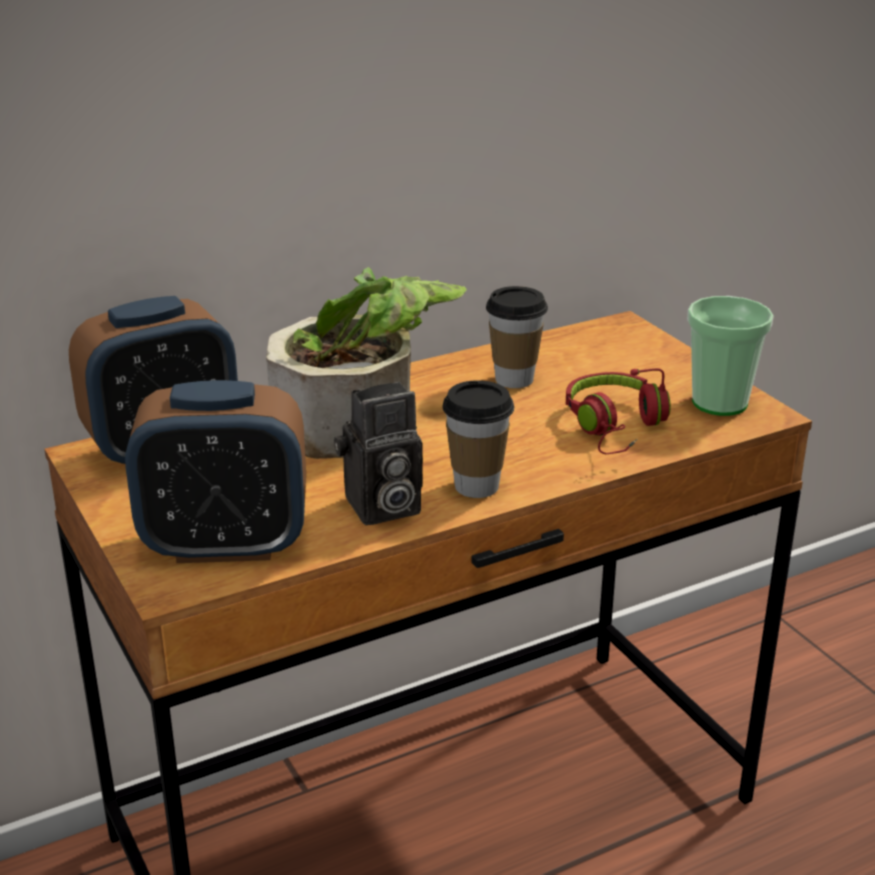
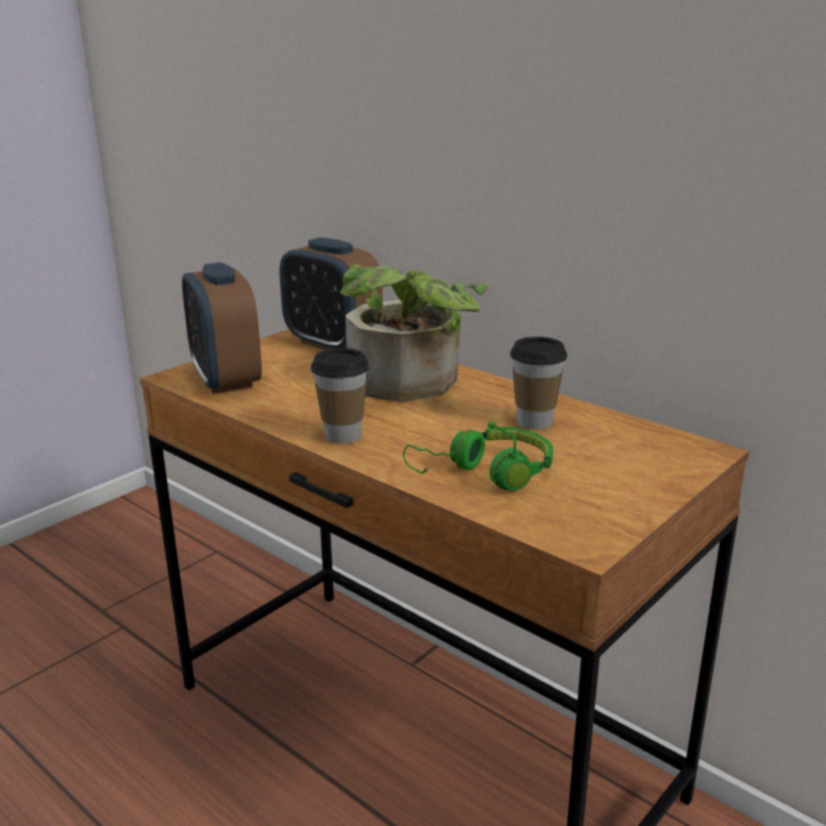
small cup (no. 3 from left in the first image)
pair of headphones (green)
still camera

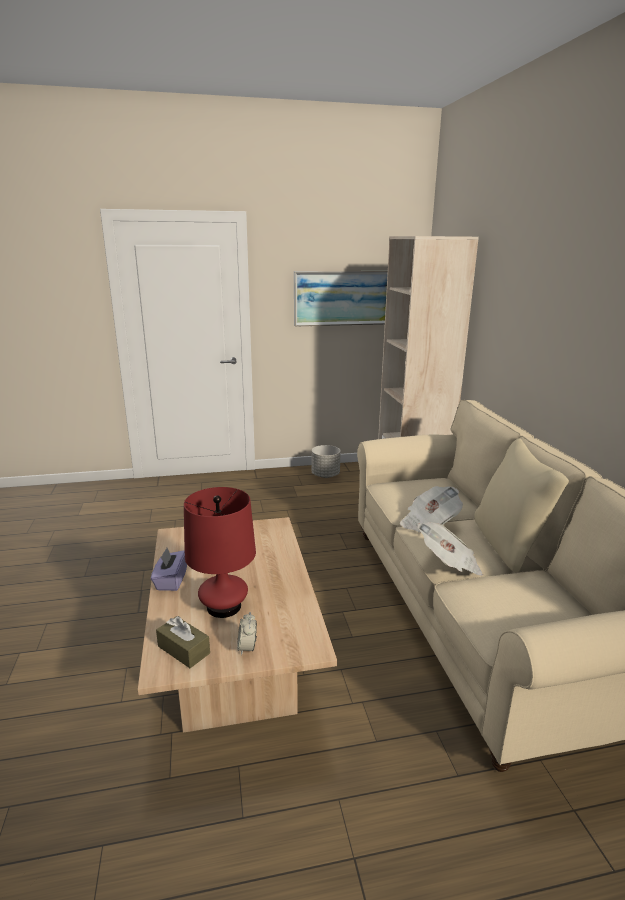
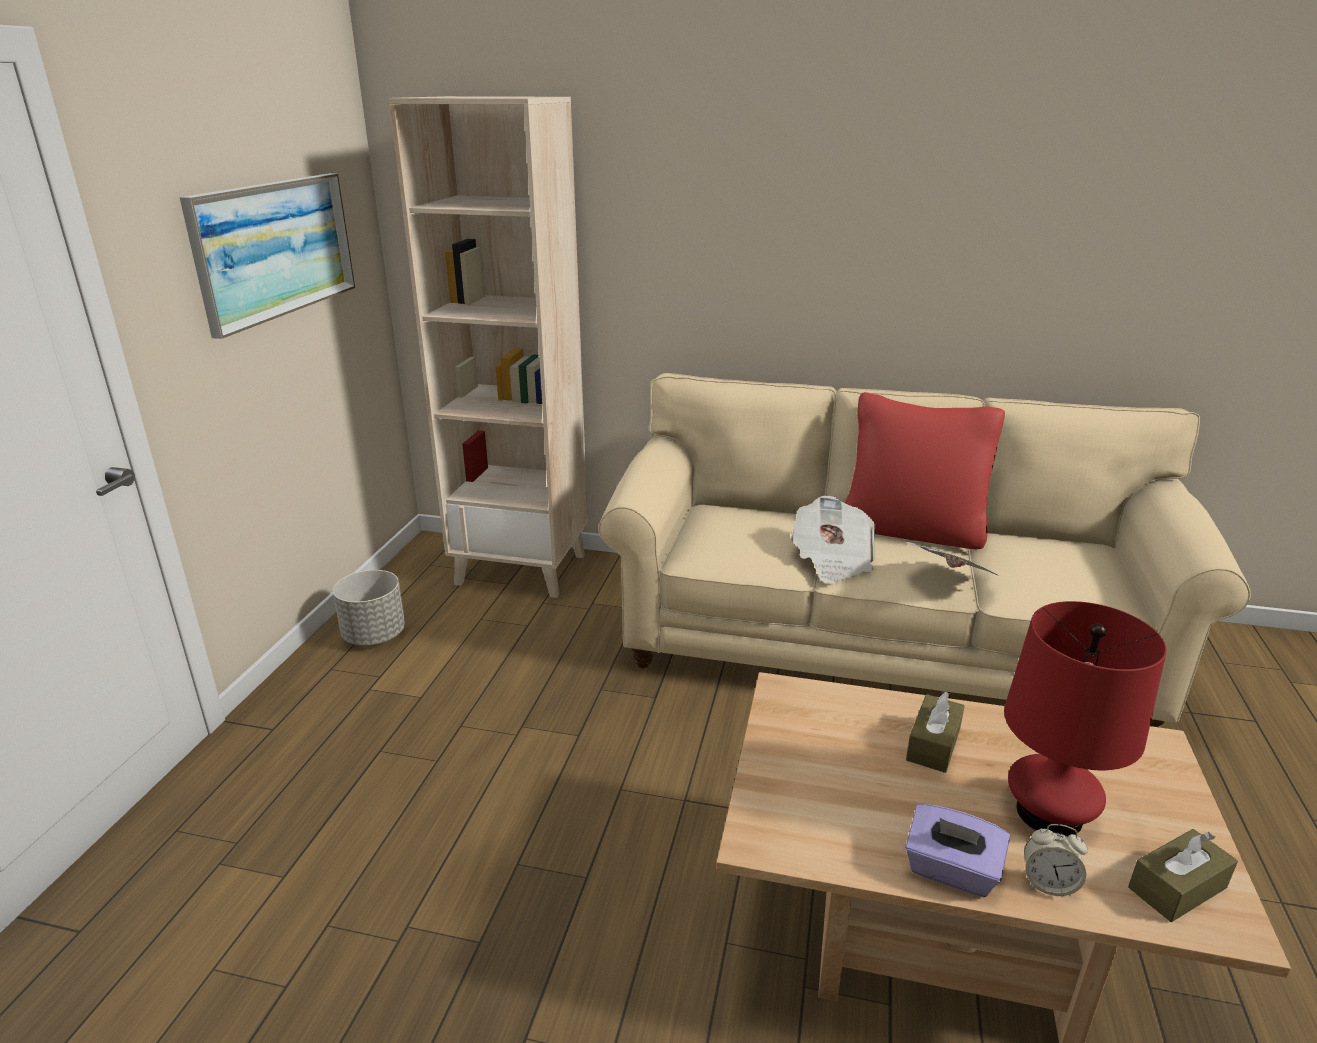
throw pillow (red-coloured)
alarm clock
tissue box (brown) (no. 1 from left)

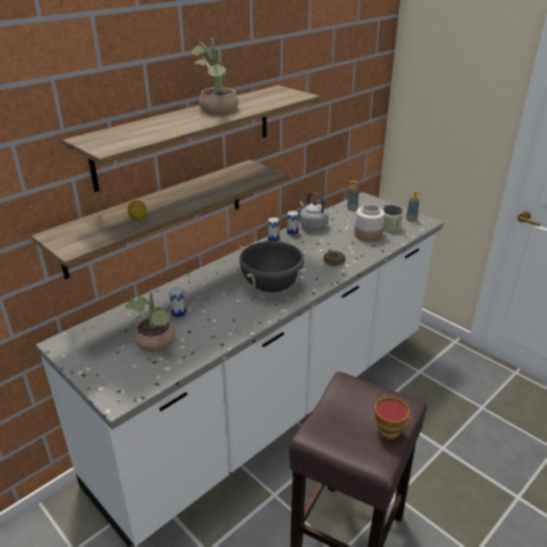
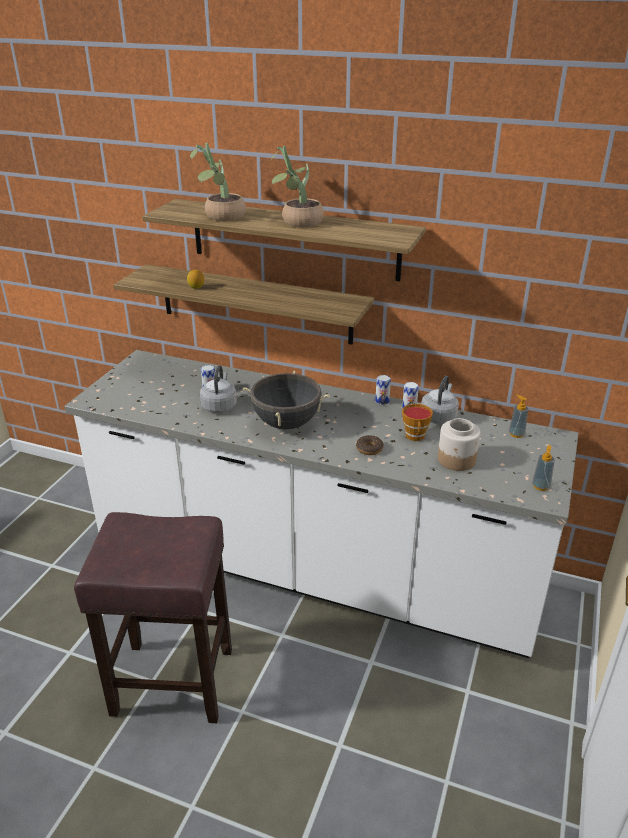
storage jar (no. 2 from left in the first image)
houseplant (no. 1 from left)
small cup
kettle (gray) (no. 1 from left)

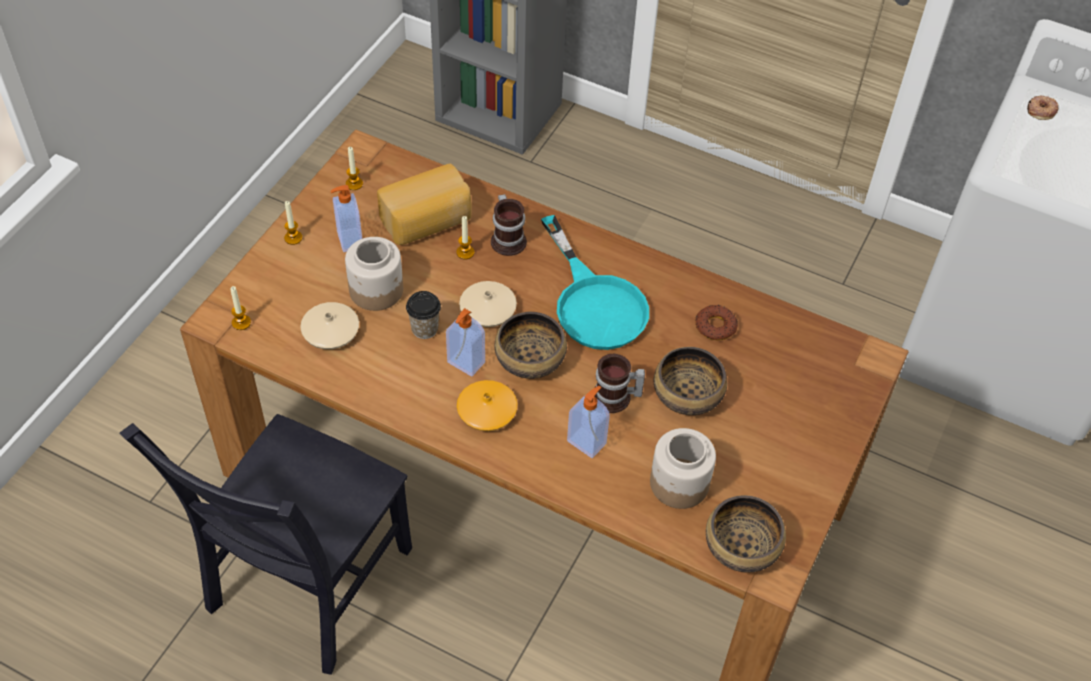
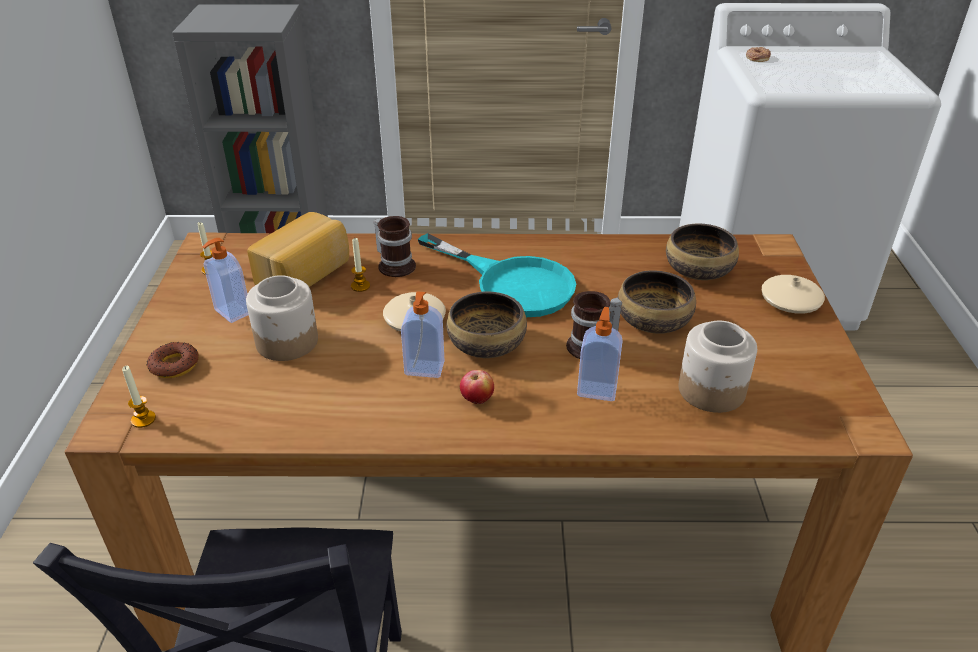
wax candle (no. 2 from left in the first image)
small cup
decorative vase (sand-coloured) (no. 2 from left)
donut (no. 1 from left)
whole apple
deep dish (no. 3 from left)

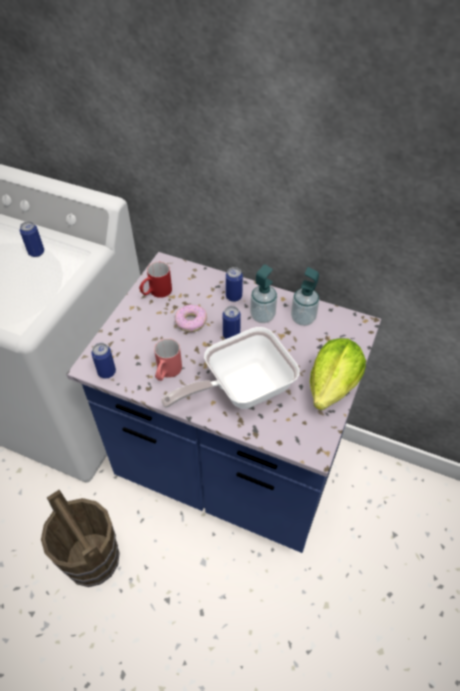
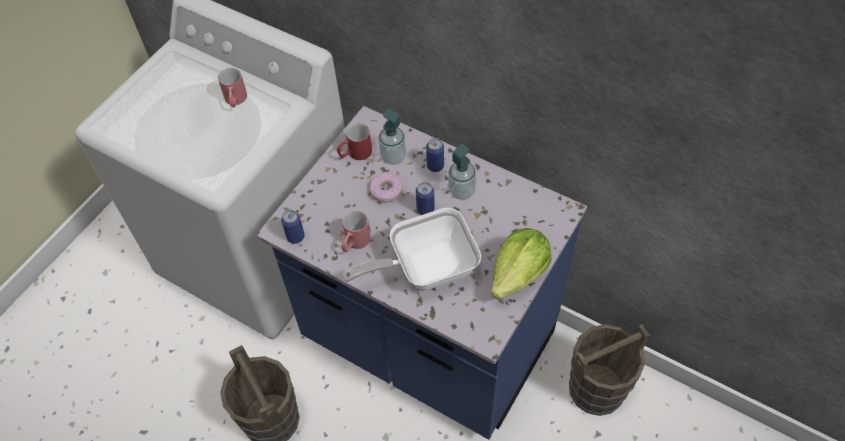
mug (red-coloured) (no. 1 from left)
soap dispenser (no. 1 from left)
water bucket (brown) (no. 2 from left)

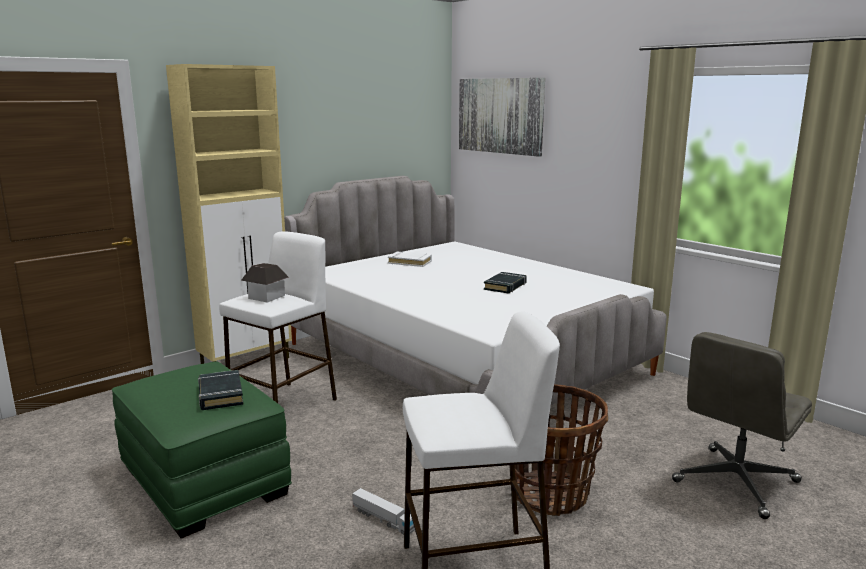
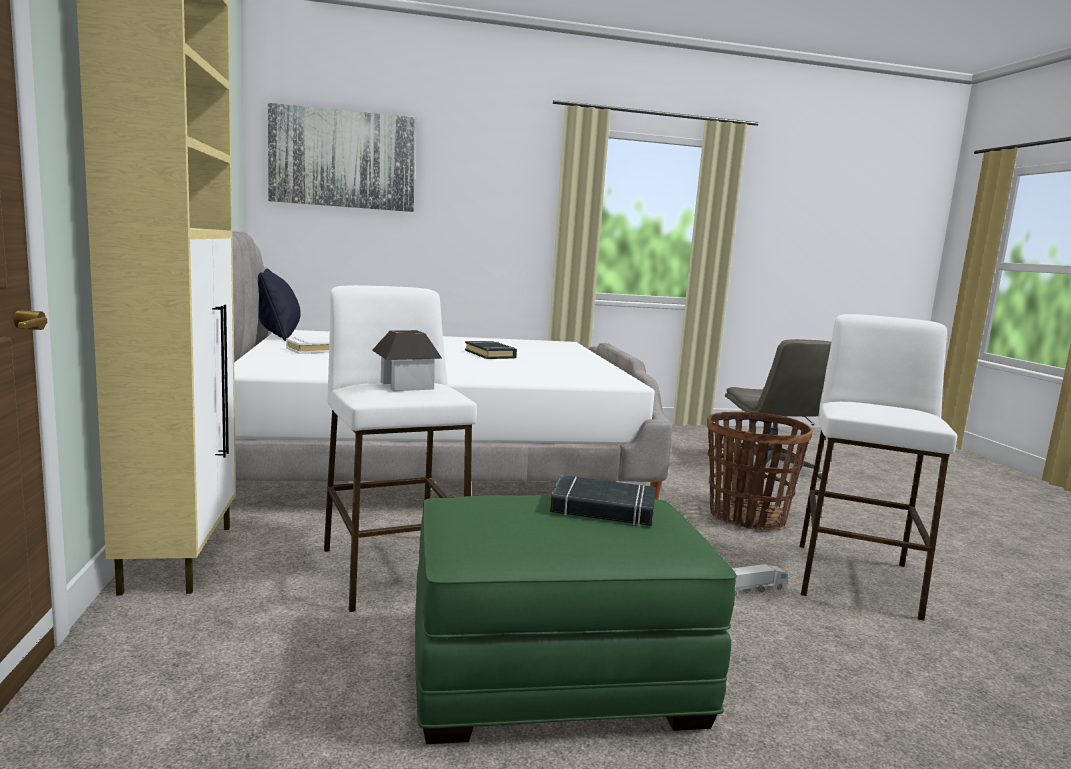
throw pillow (blackish)

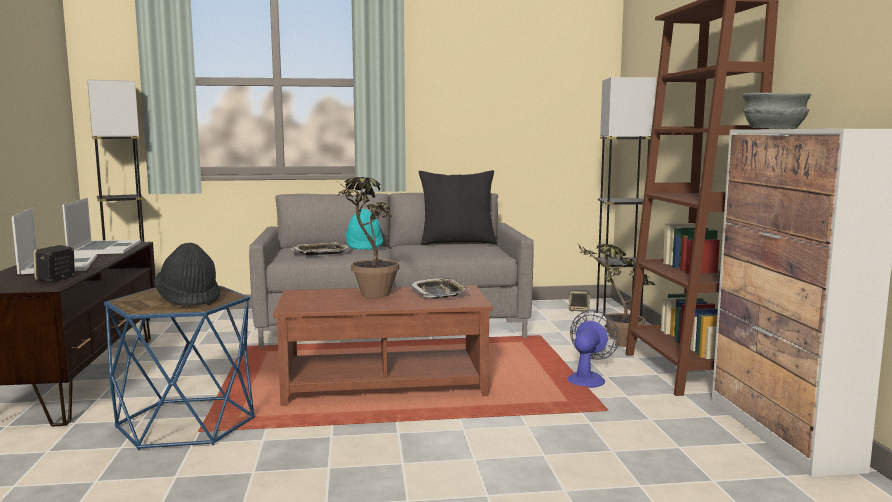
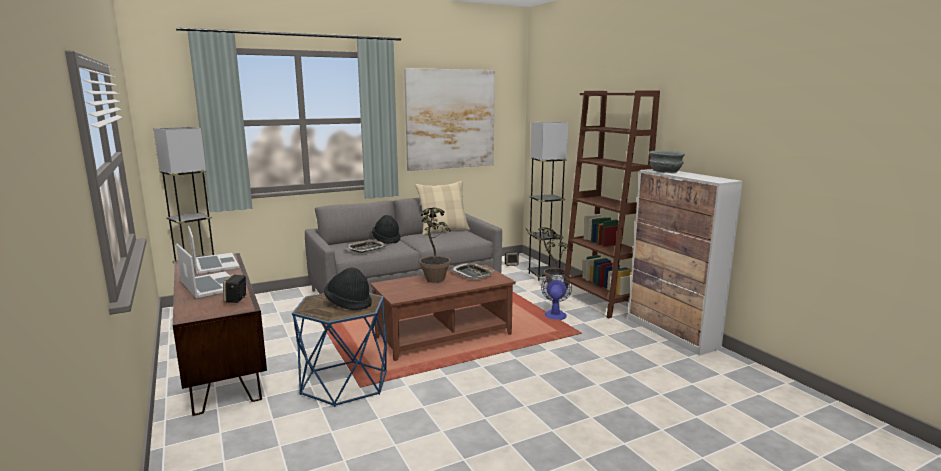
throw pillow (sand-coloured)
hat (blackish) (no. 2 from left)
picture

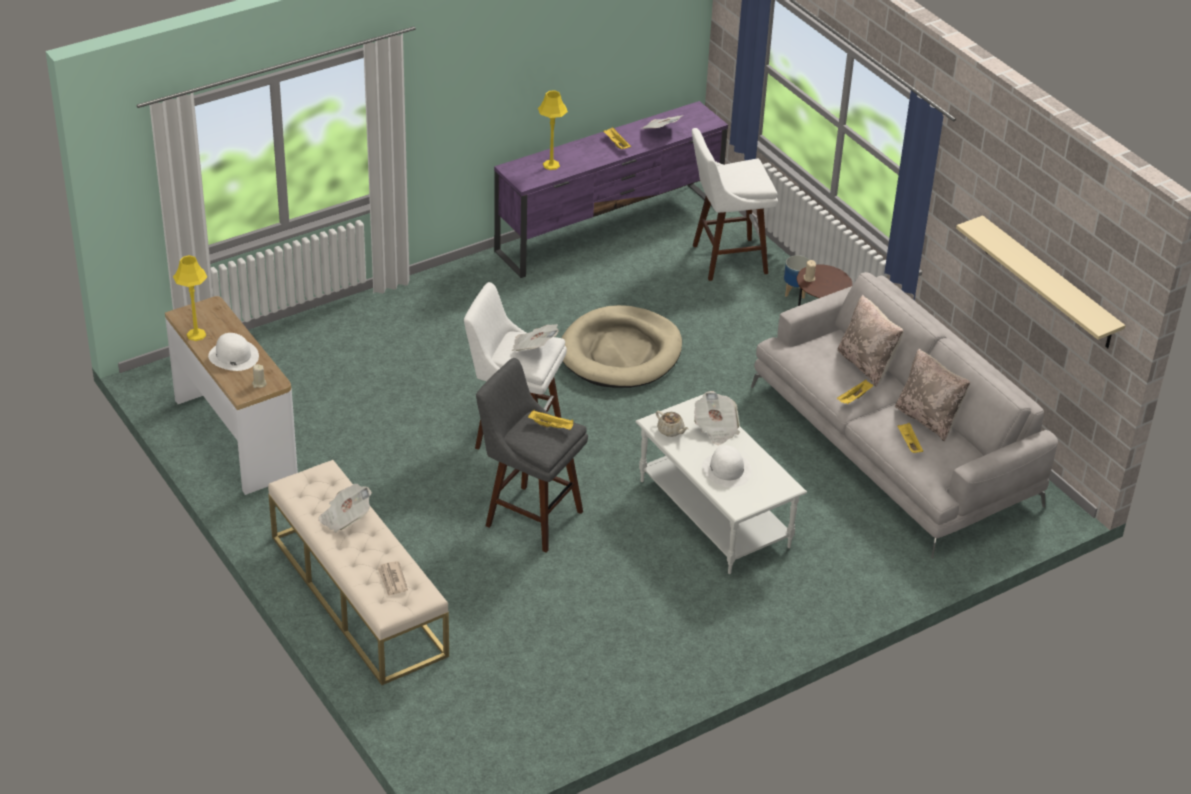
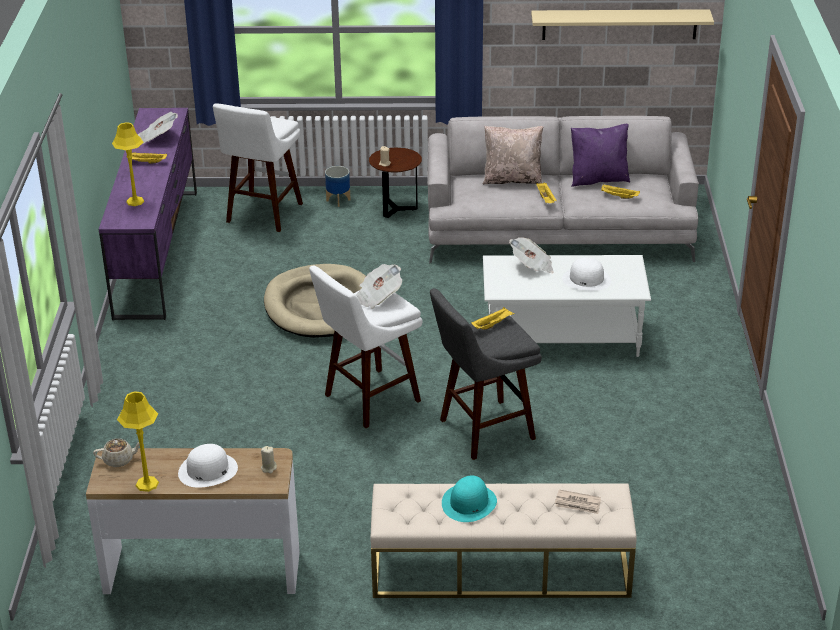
throw pillow (purplish)
pot for tea (sand-coloured)
hat (turquoise)

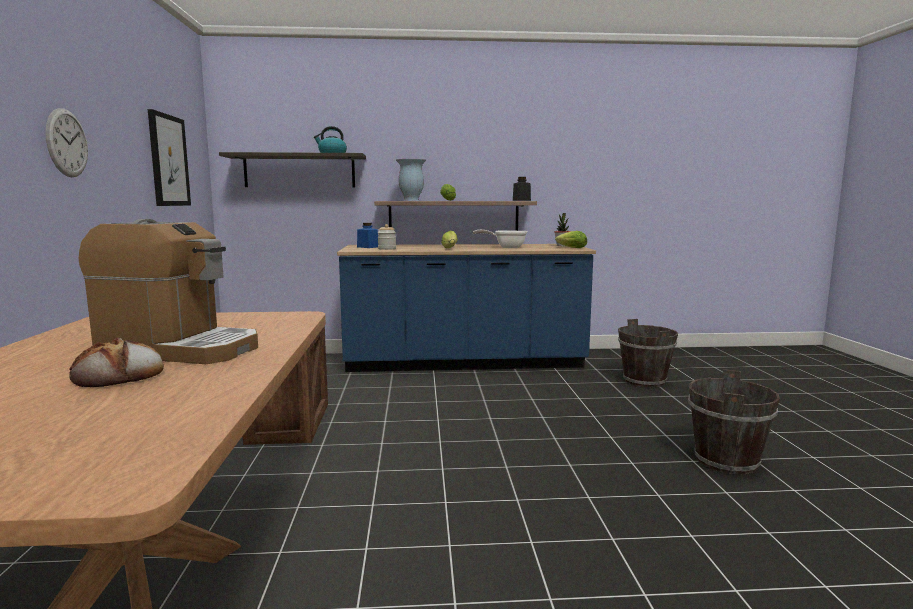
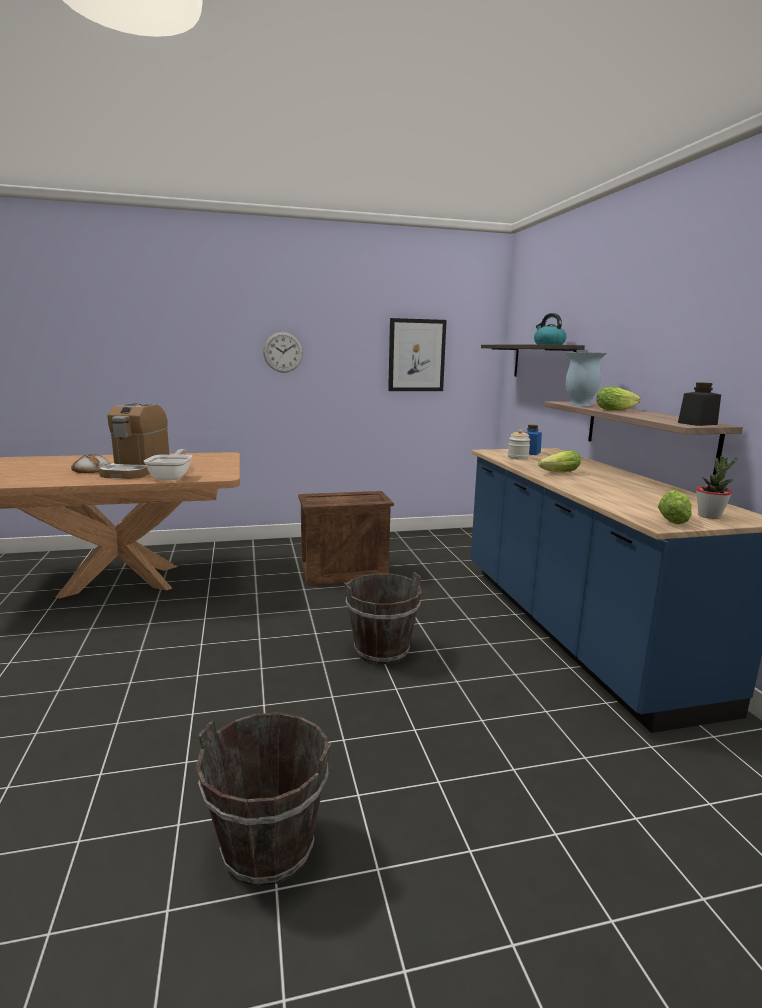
pan
water bucket (brown) (no. 2 from left)

